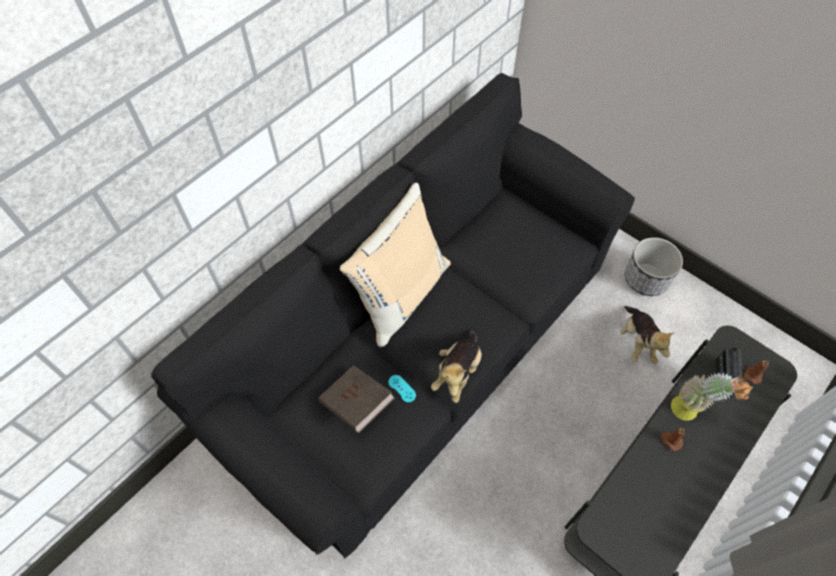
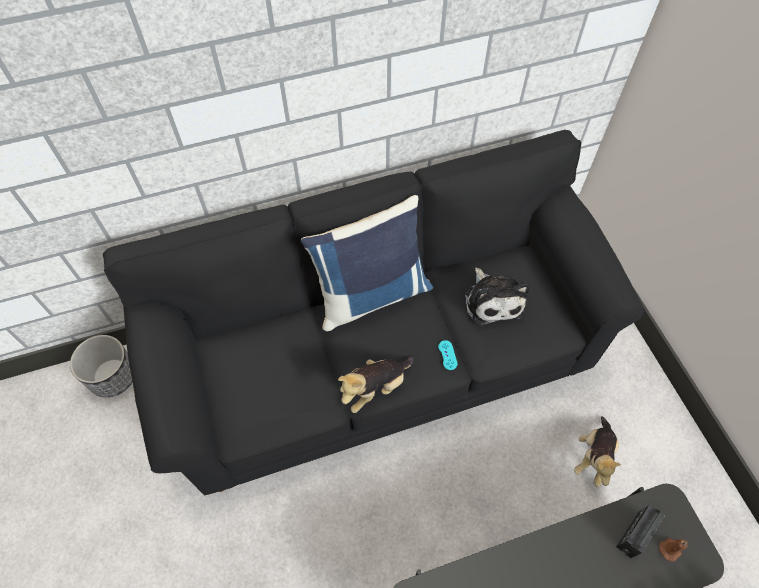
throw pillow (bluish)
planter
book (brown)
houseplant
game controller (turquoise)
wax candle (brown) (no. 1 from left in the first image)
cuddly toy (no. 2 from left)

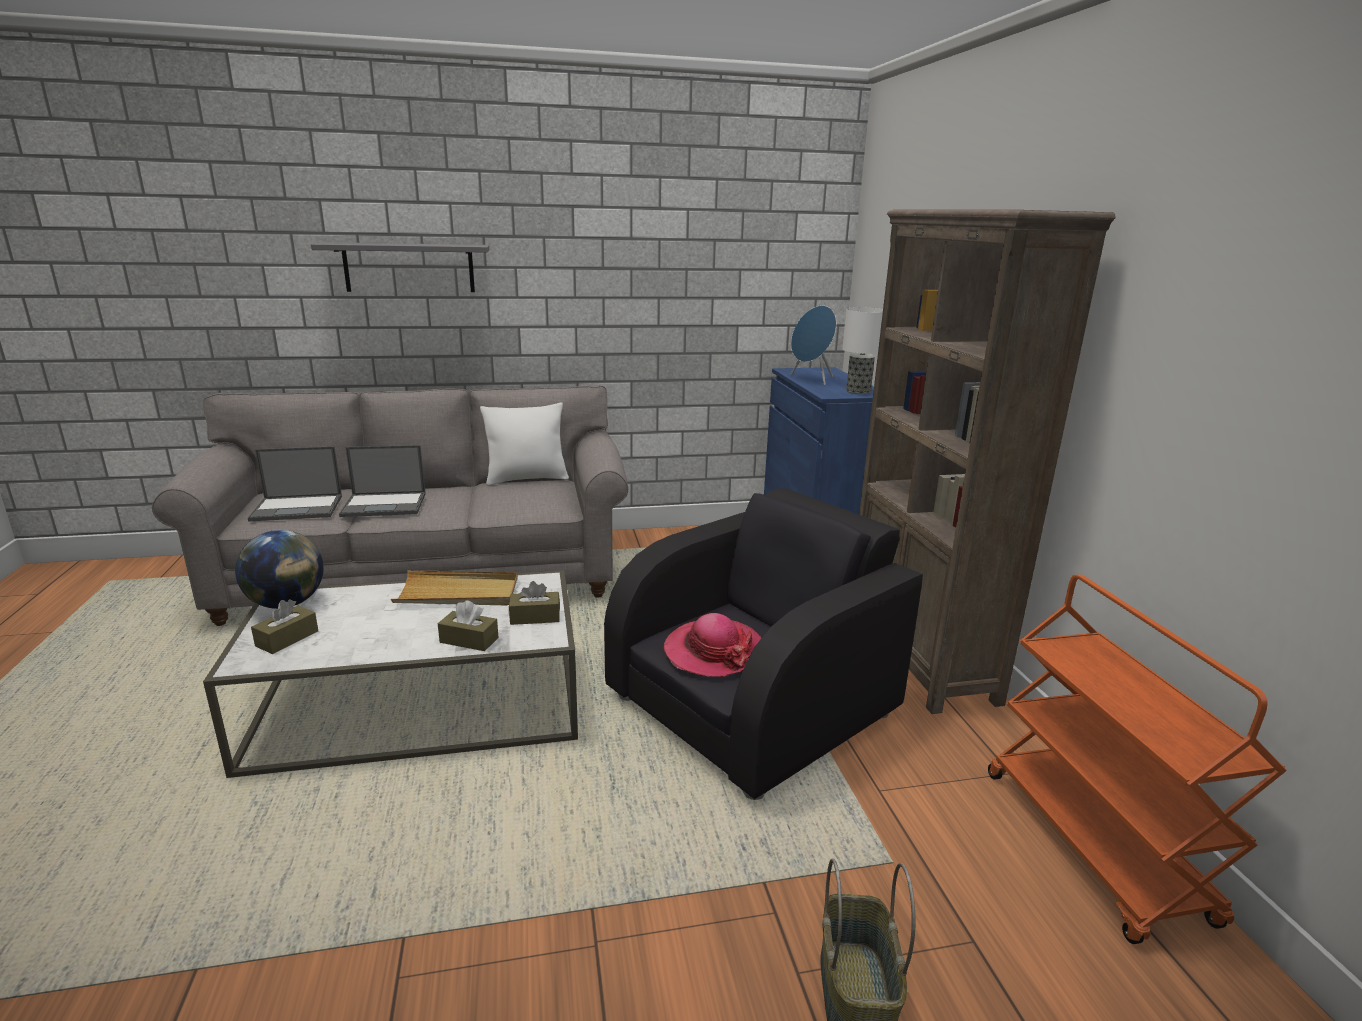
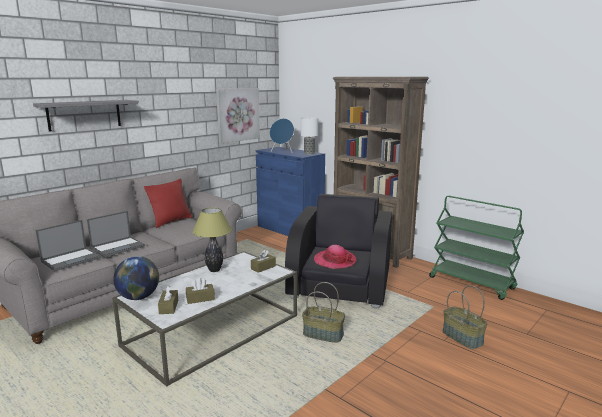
throw pillow (red-coloured)
tabletop lamp (no. 1 from left)
cart (green)
tissue box (brown) (no. 2 from left)
picture
storage basket (no. 1 from left)

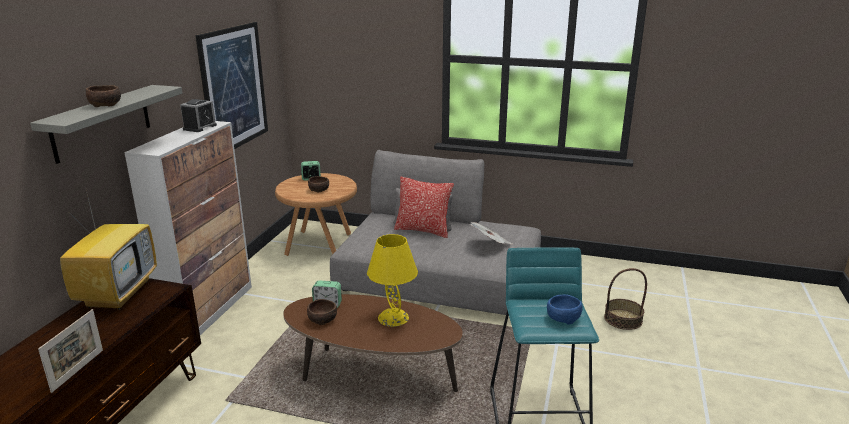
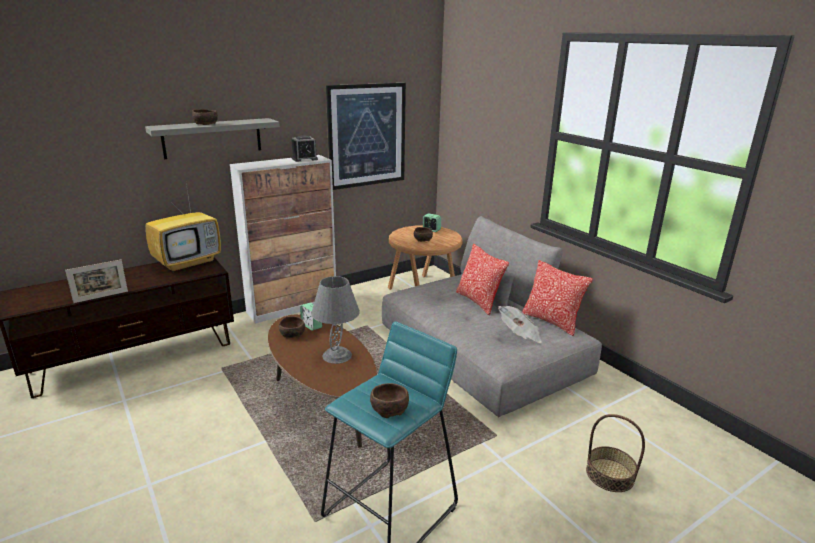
tabletop lamp (gray)
deep dish (brown) (no. 3 from left)
throw pillow (no. 2 from left)

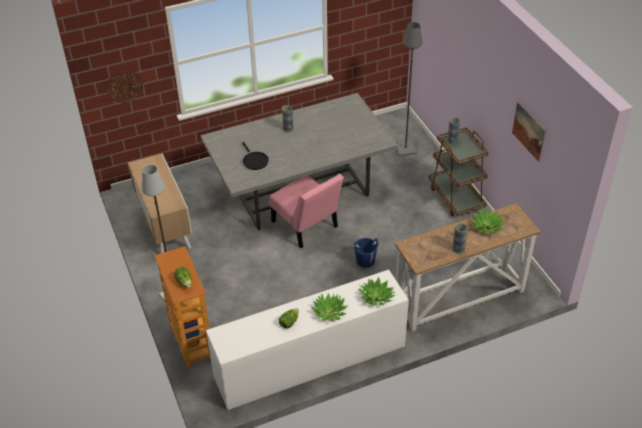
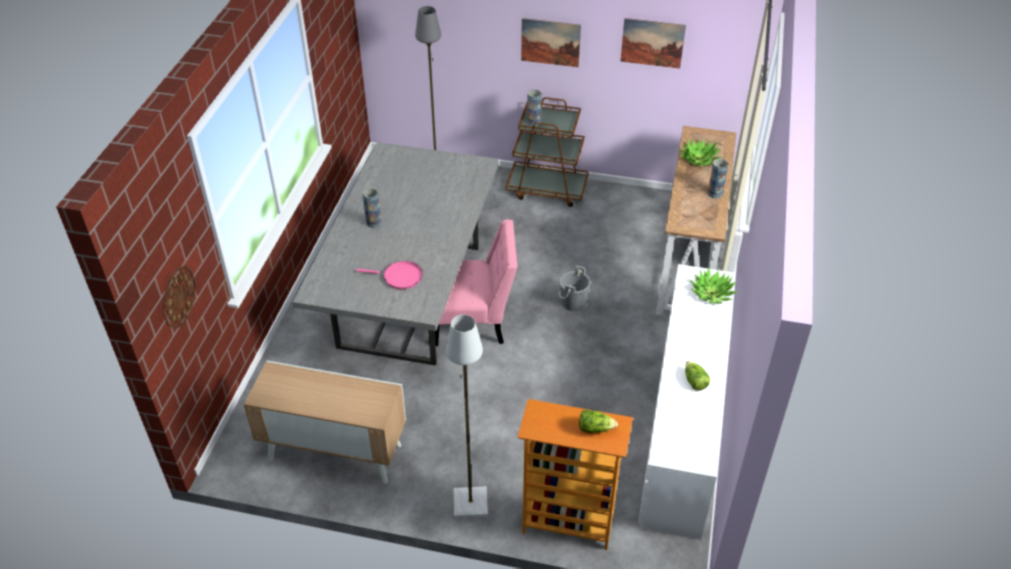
pan (pink-coloured)
water bucket (gray)
houseplant (no. 1 from left in the first image)
picture (no. 1 from left)

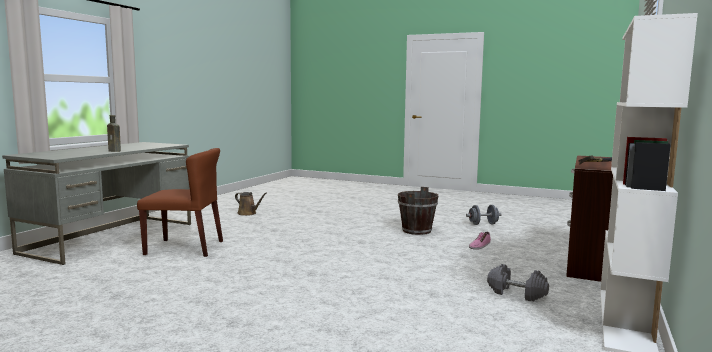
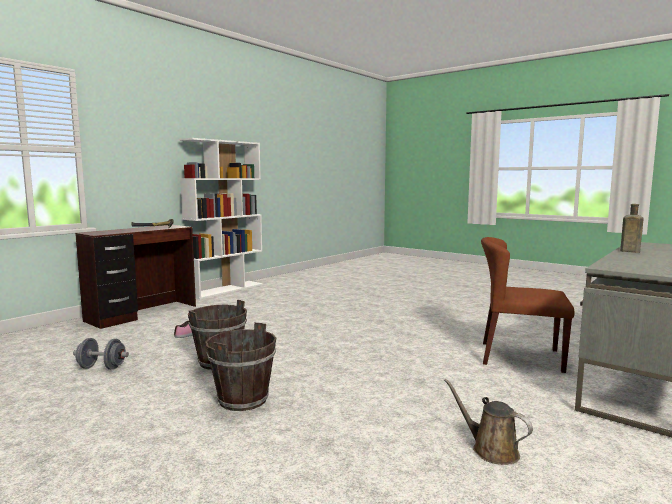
free weight (gray) (no. 2 from left in the first image)
water bucket (brown) (no. 2 from left)

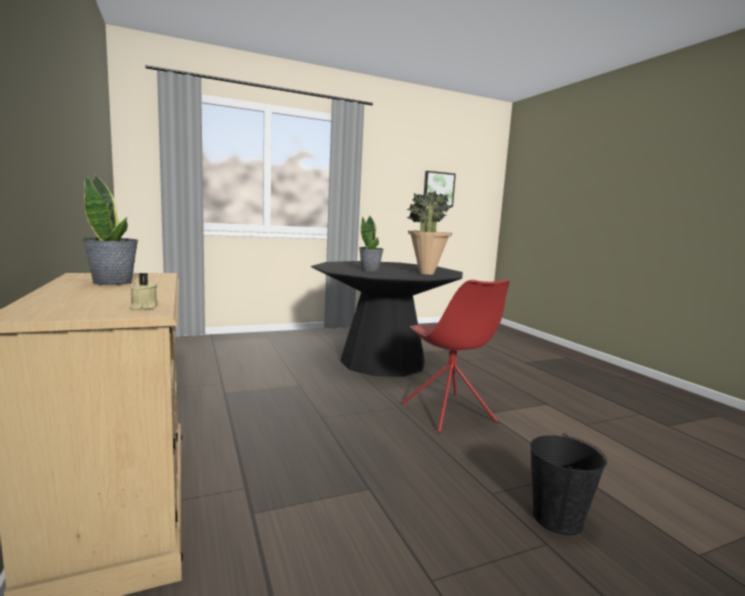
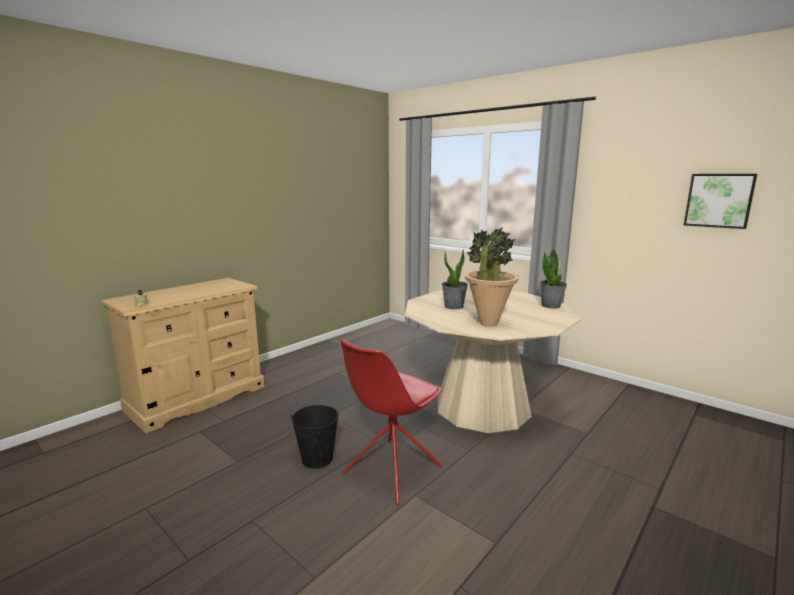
houseplant (no. 3 from left)
kitchen table (sand-coloured)
water bucket (blackish)

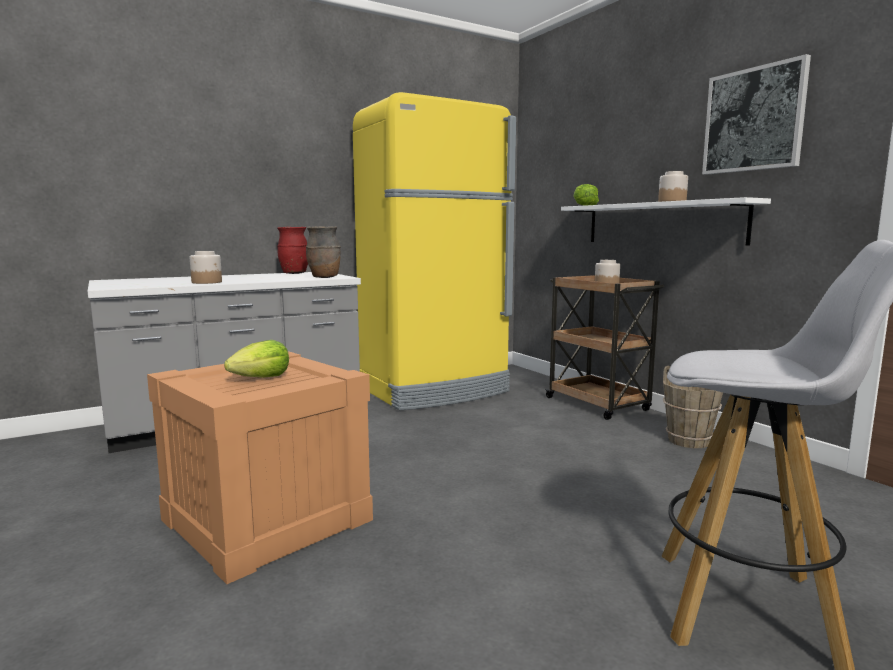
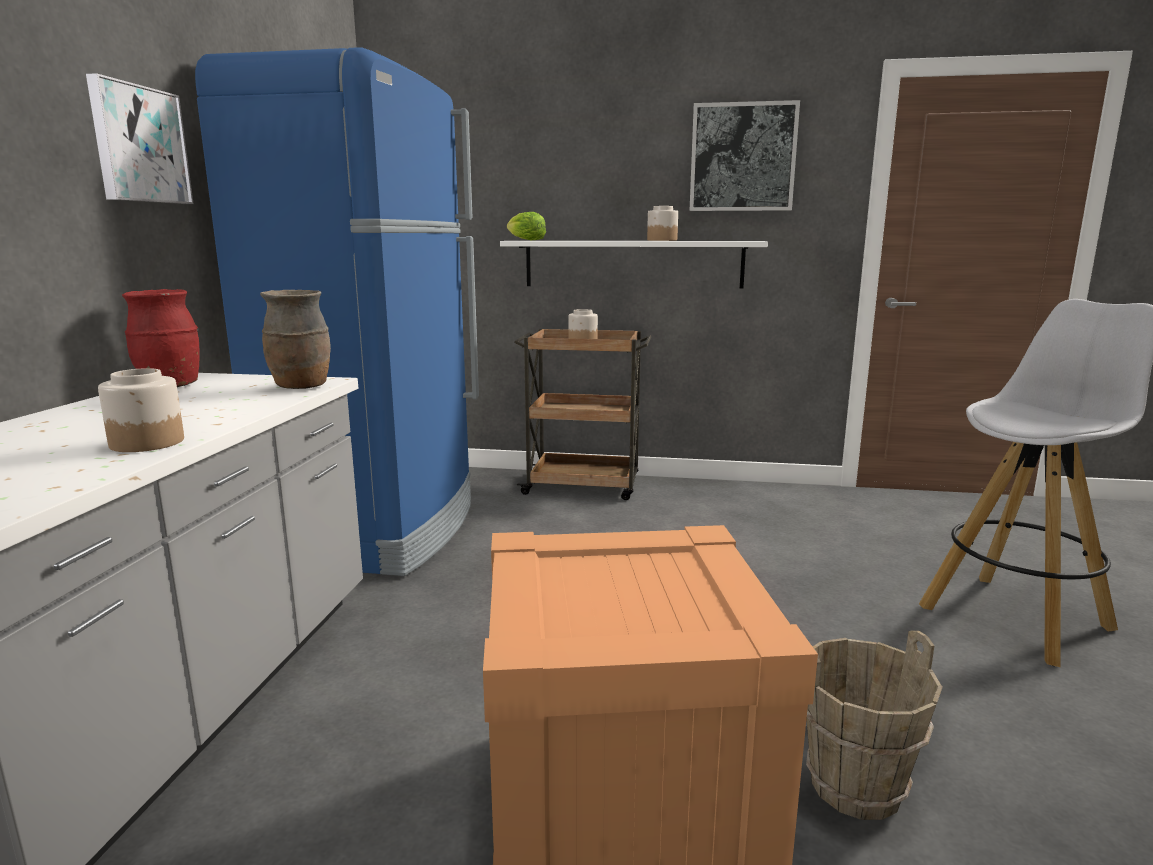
refrigerator (bluish)
head of lettuce (no. 1 from left in the first image)
water bucket (brown)
picture (no. 1 from left)

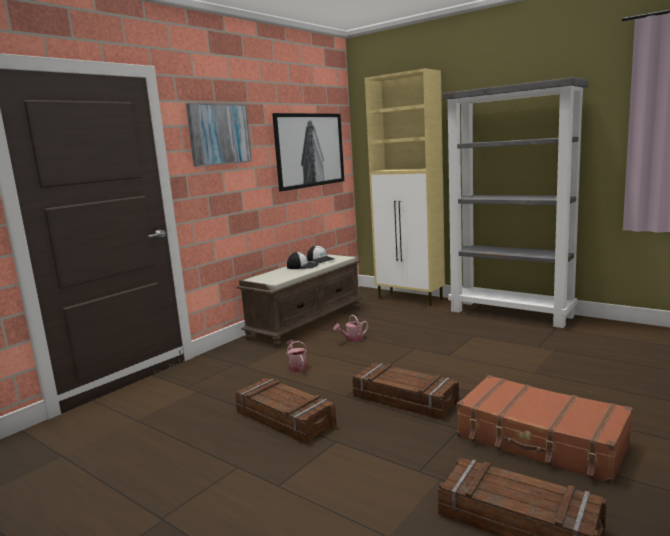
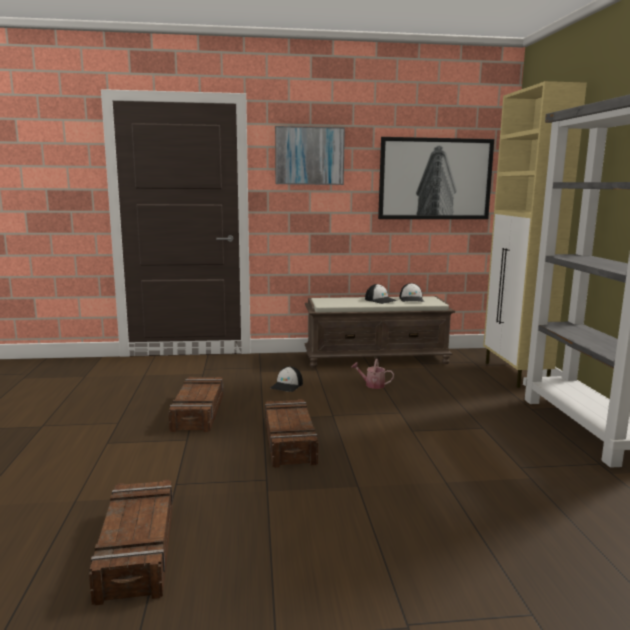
cap (no. 1 from left)
piece of luggage (brown)

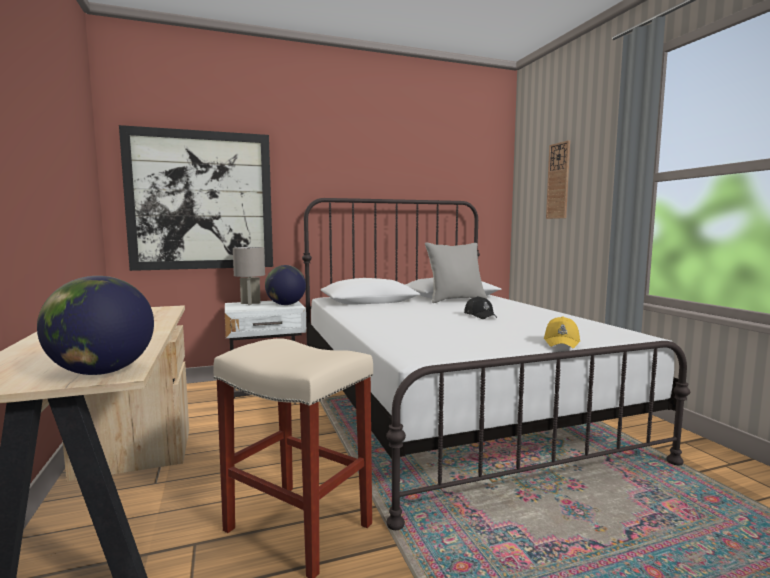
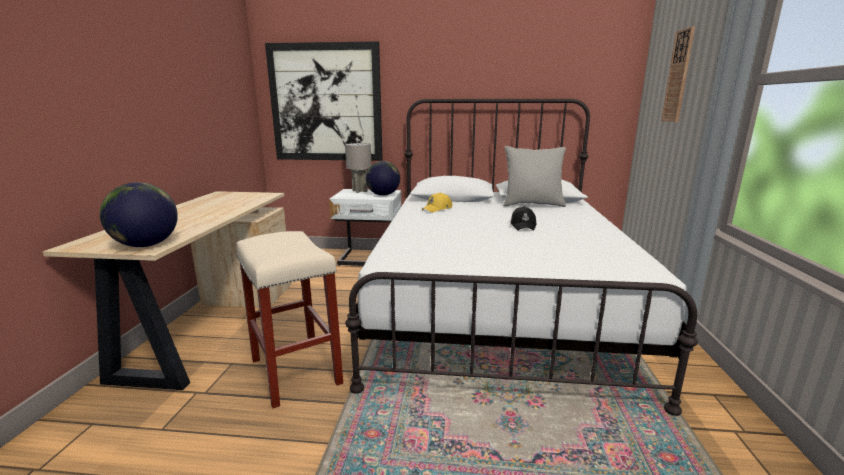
cap (yellowish)

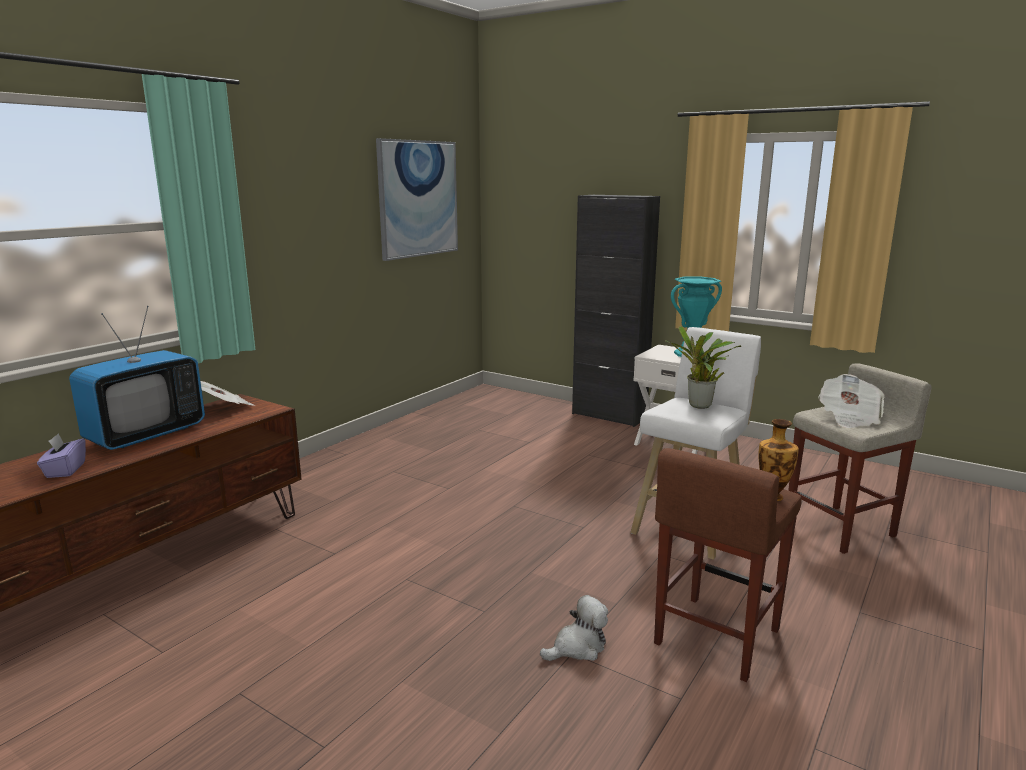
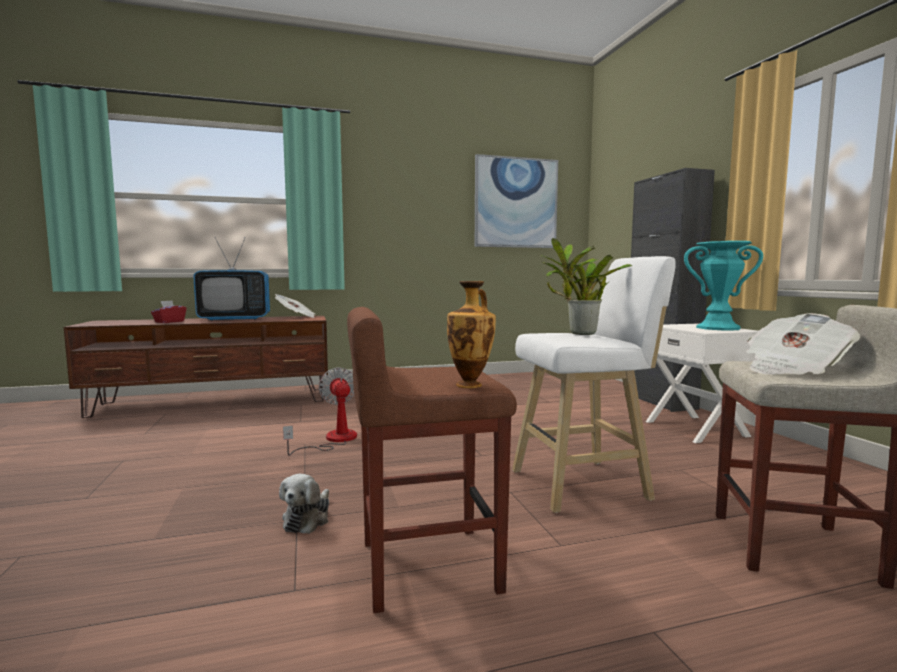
tissue box (red-coloured)
cuddly toy
cooling fan

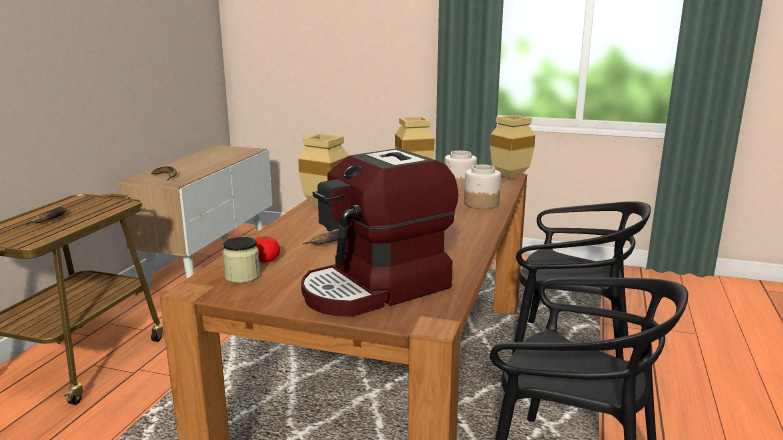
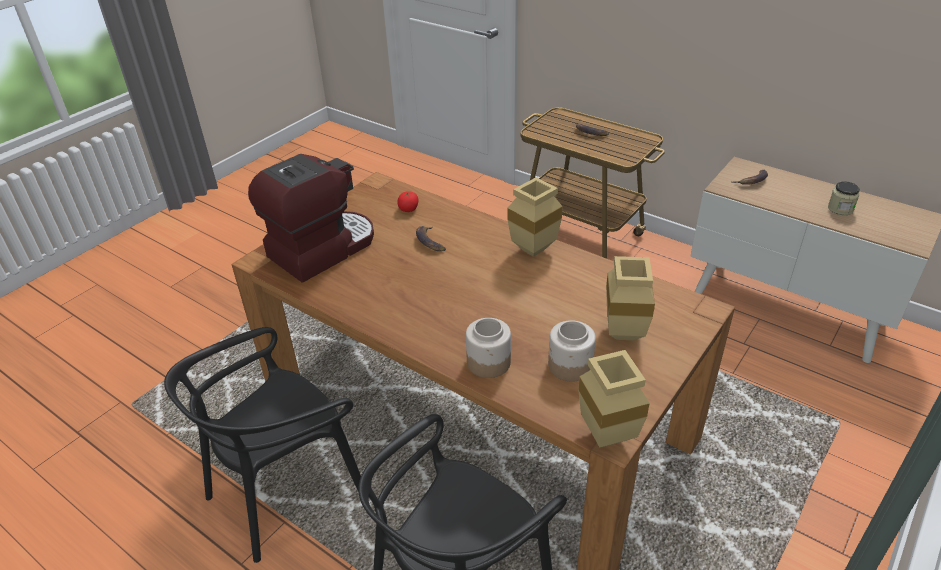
coffee brewer
storage jar (no. 3 from left)

